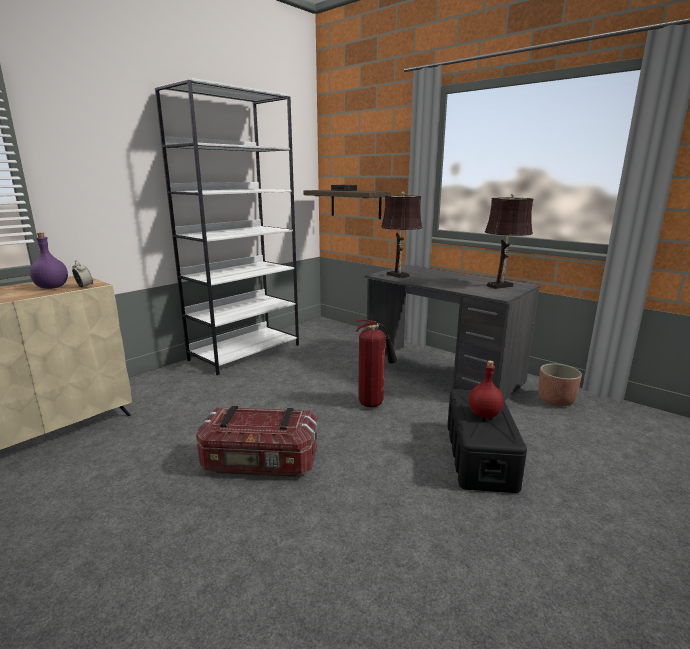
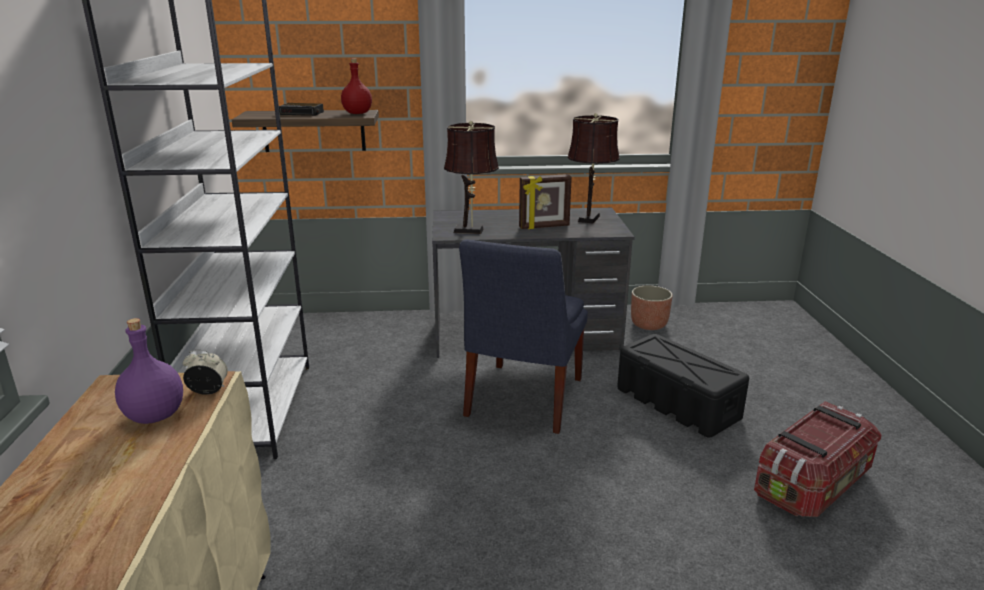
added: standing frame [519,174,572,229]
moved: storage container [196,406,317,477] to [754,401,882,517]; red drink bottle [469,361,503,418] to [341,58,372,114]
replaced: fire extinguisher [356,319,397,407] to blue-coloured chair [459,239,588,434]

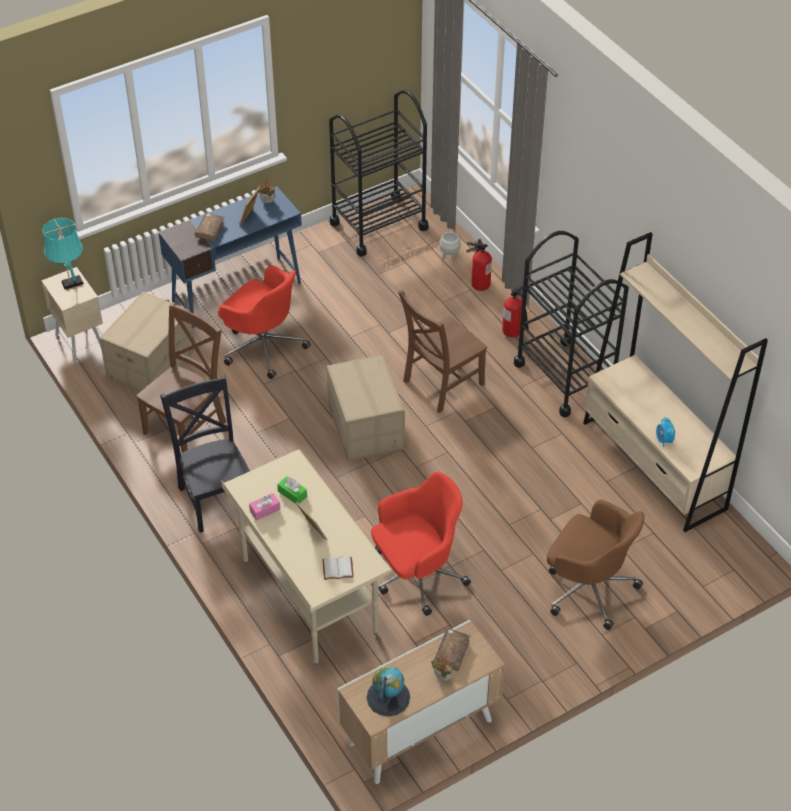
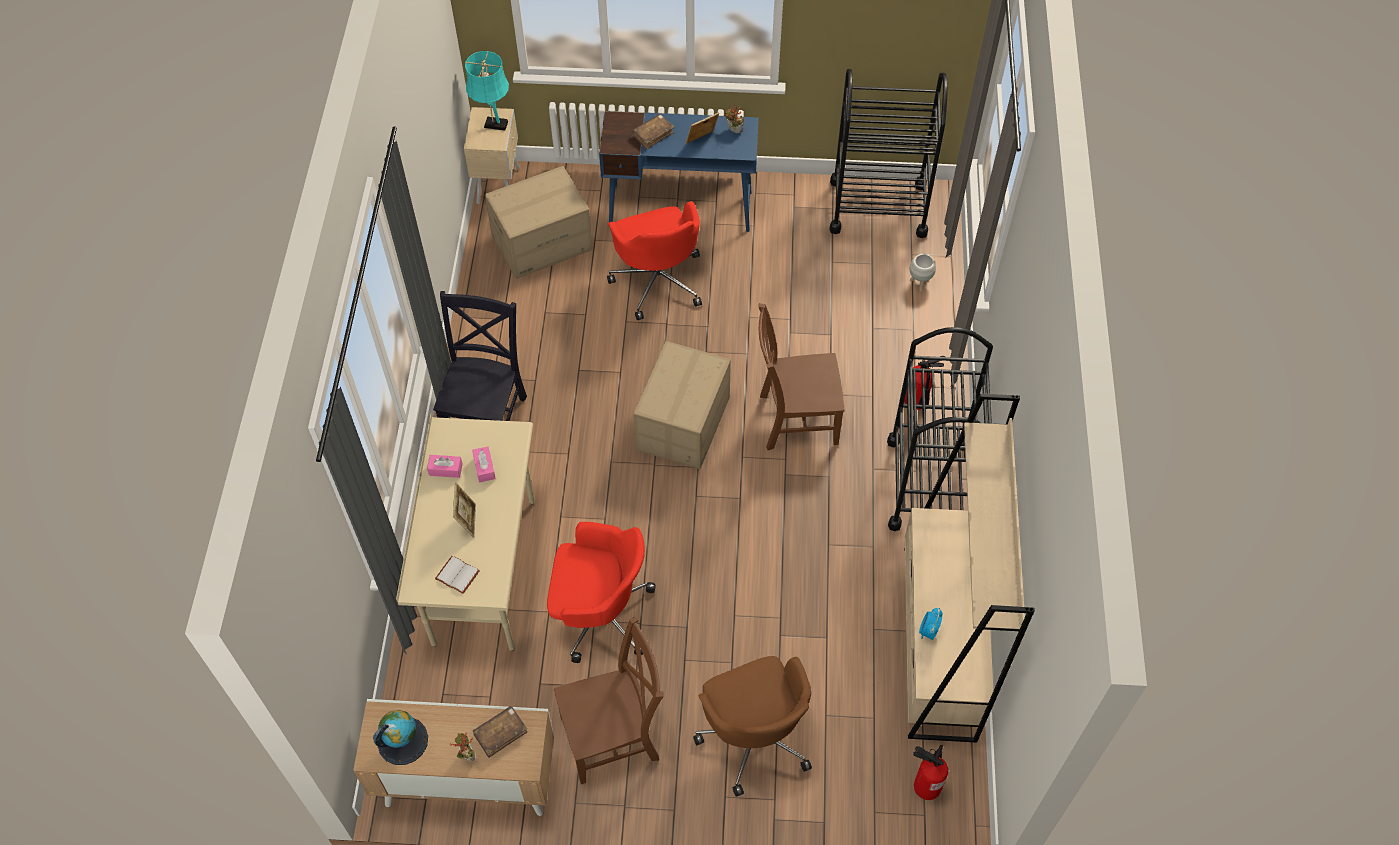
moved: brownish chair [136,302,226,453] to [554,616,664,784]; fire extinguisher [466,239,492,291] to [913,745,948,800]
recoloured: green-coloured box of tissues [277,476,307,504] to pink box of tissues [472,446,496,483]

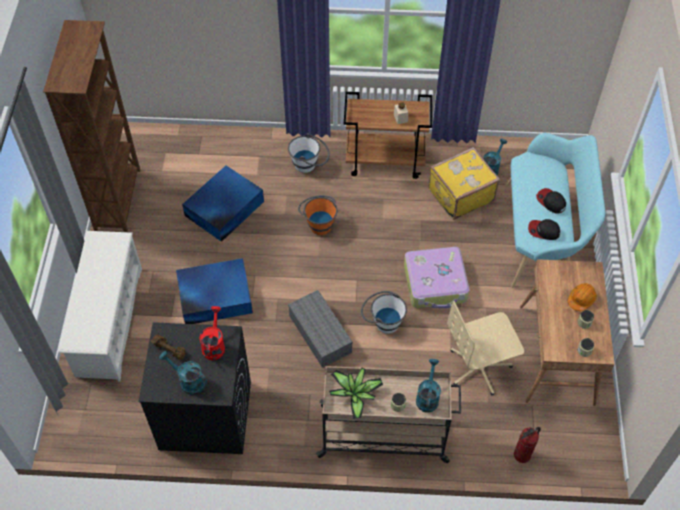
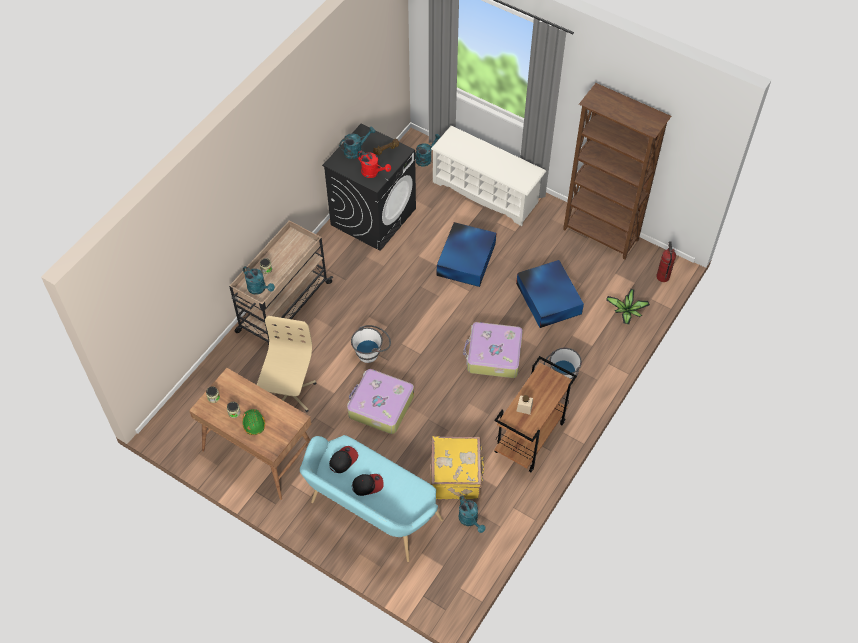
removed: greyish storage container [288,290,353,368]
added: turquoise watering can [415,134,441,166]
moved: potted plant [329,368,383,419] to [606,289,650,325]; fire extinguisher [514,427,541,463] to [656,241,676,282]
replaced: orange-coloured bucket [298,195,337,235] to piece of luggage [463,322,523,378]
recoloured: orange-coloured work helmet [568,283,597,311] to green-coloured work helmet [242,409,265,435]

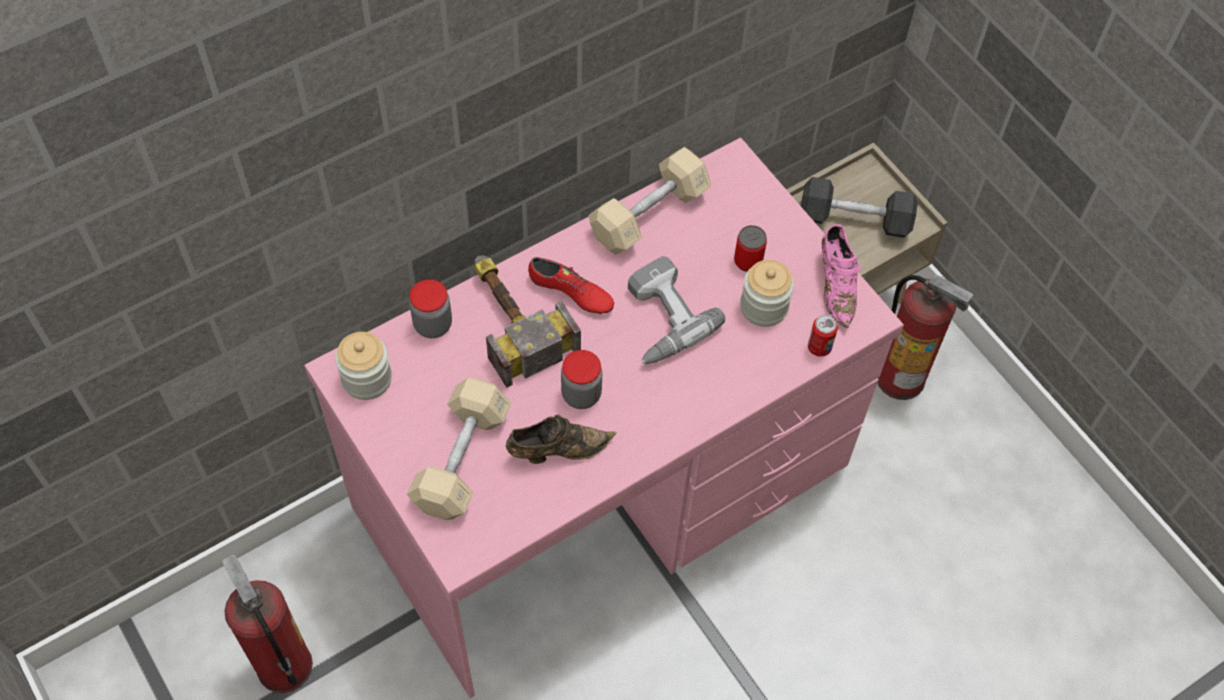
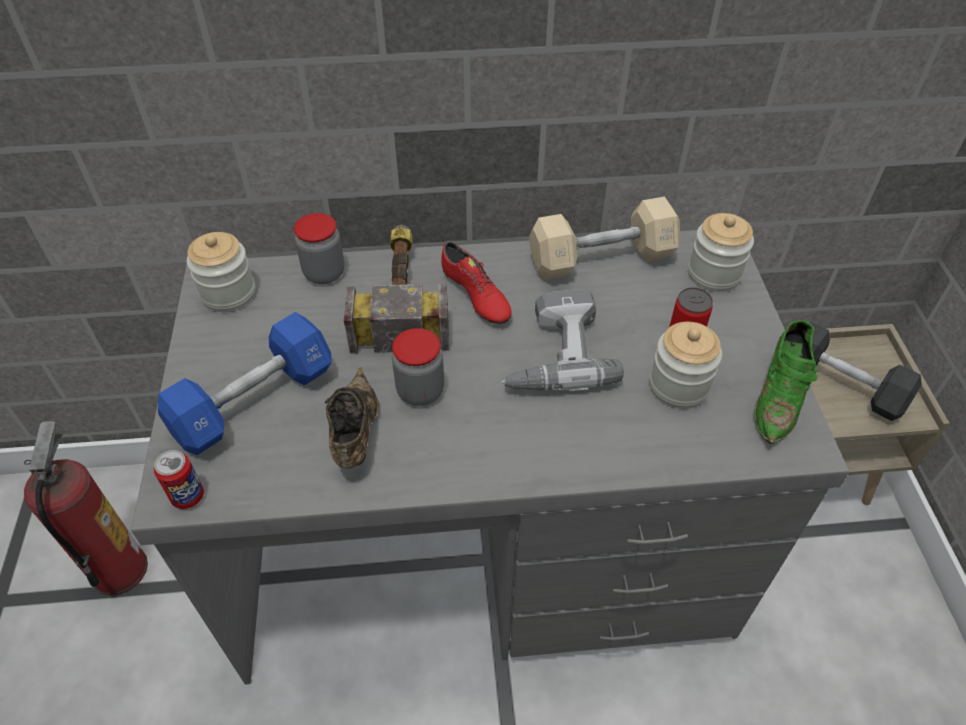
removed: fire extinguisher [878,274,974,400]
added: preserve jar [688,213,754,292]
moved: metal can [808,315,838,357] to [154,450,204,509]
recoloured: pink desk unit [304,137,904,698] to greyish desk unit [131,230,849,685]; beige dumbbell [407,378,512,520] to blue-coloured dumbbell [158,312,332,455]; pink low shoe [822,224,861,328] to green-coloured low shoe [754,320,817,444]
turned: brownish low shoe [506,415,616,464] = [325,367,379,469] 105 degrees counterclockwise

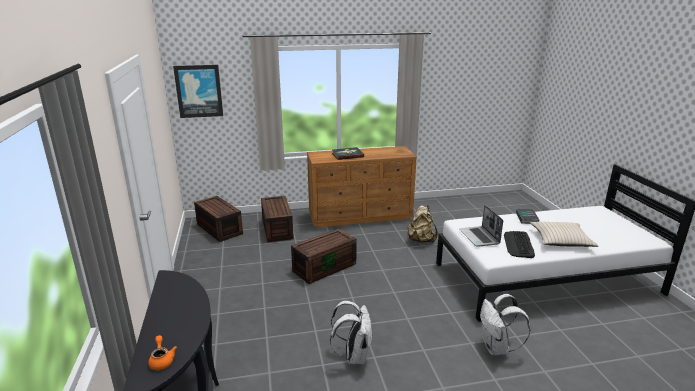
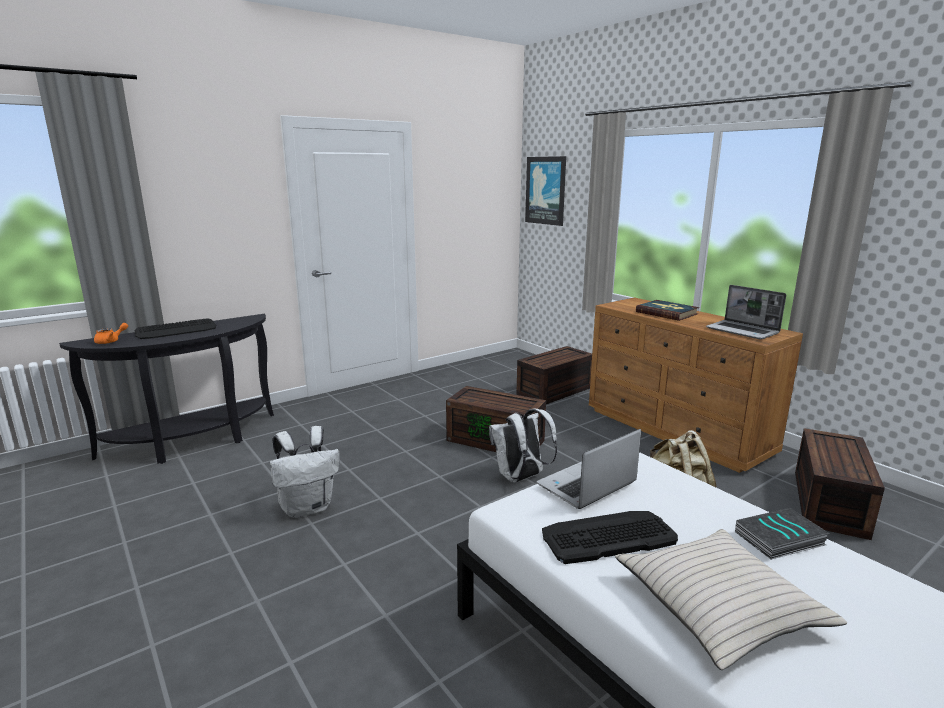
added: keyboard [135,318,216,339]; portable computer [706,285,786,340]
moved: brownish storage container [194,196,243,242] to [795,428,885,540]; whitish backpack [480,294,530,355] to [489,408,557,483]

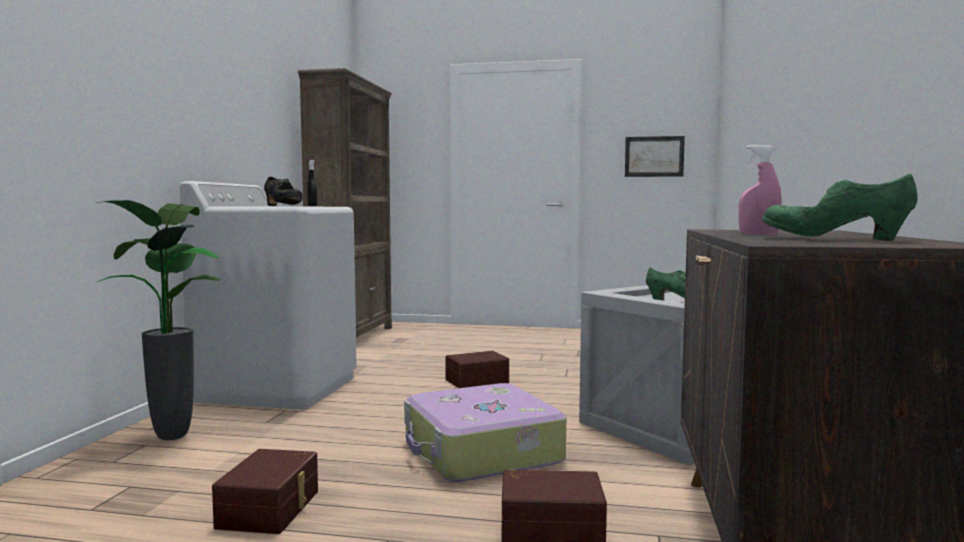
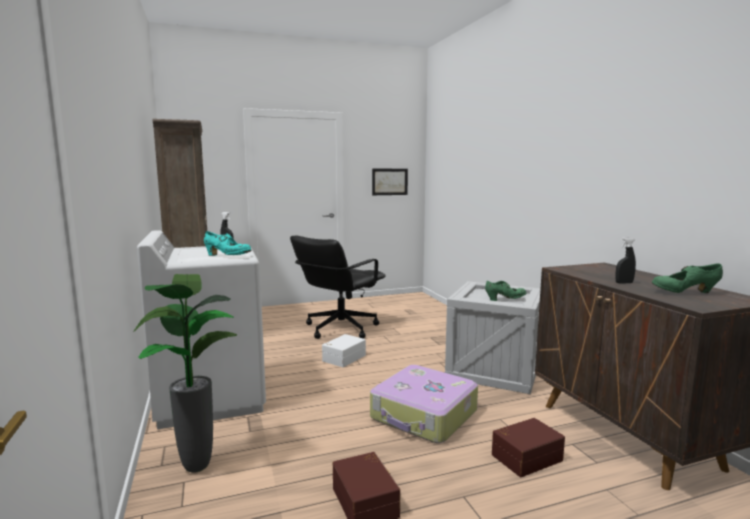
added: blackish computer chair [290,236,386,339]
recoloured: blackish low shoe [264,177,303,206] to turquoise low shoe [204,231,251,256]; brownish storage container [446,351,509,388] to whitish storage container [322,334,366,367]; pink sprayer [739,145,782,235] to blackish sprayer [615,237,636,284]

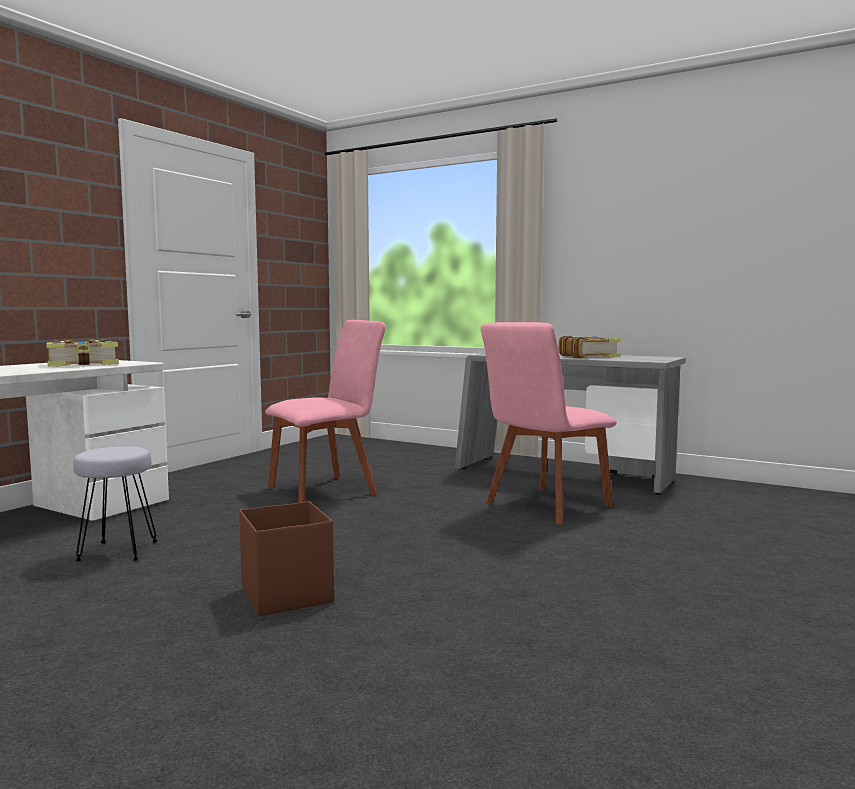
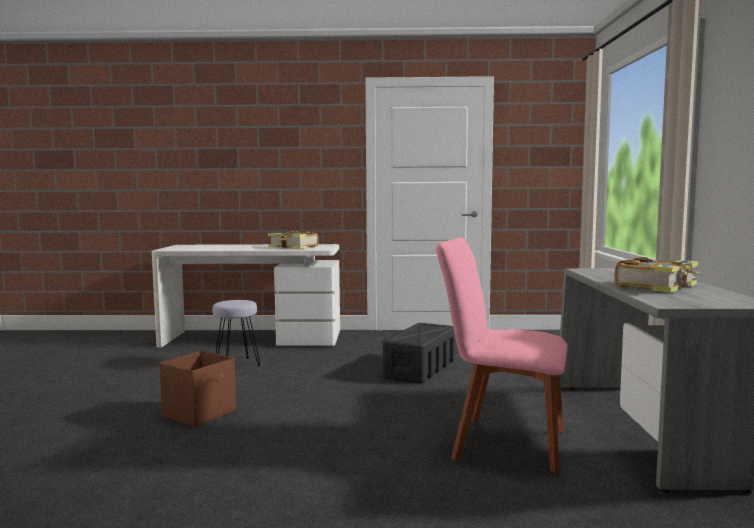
replaced: pink chair [265,320,386,503] to blackish storage container [383,323,455,383]

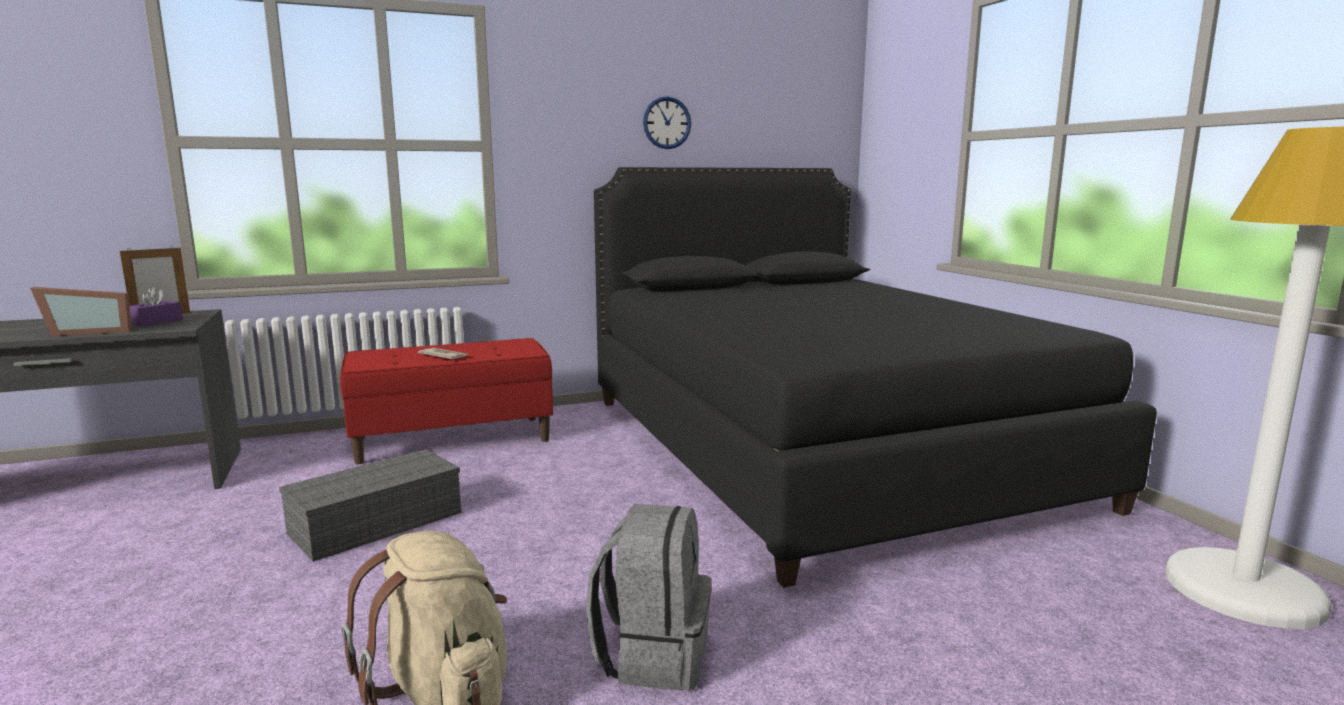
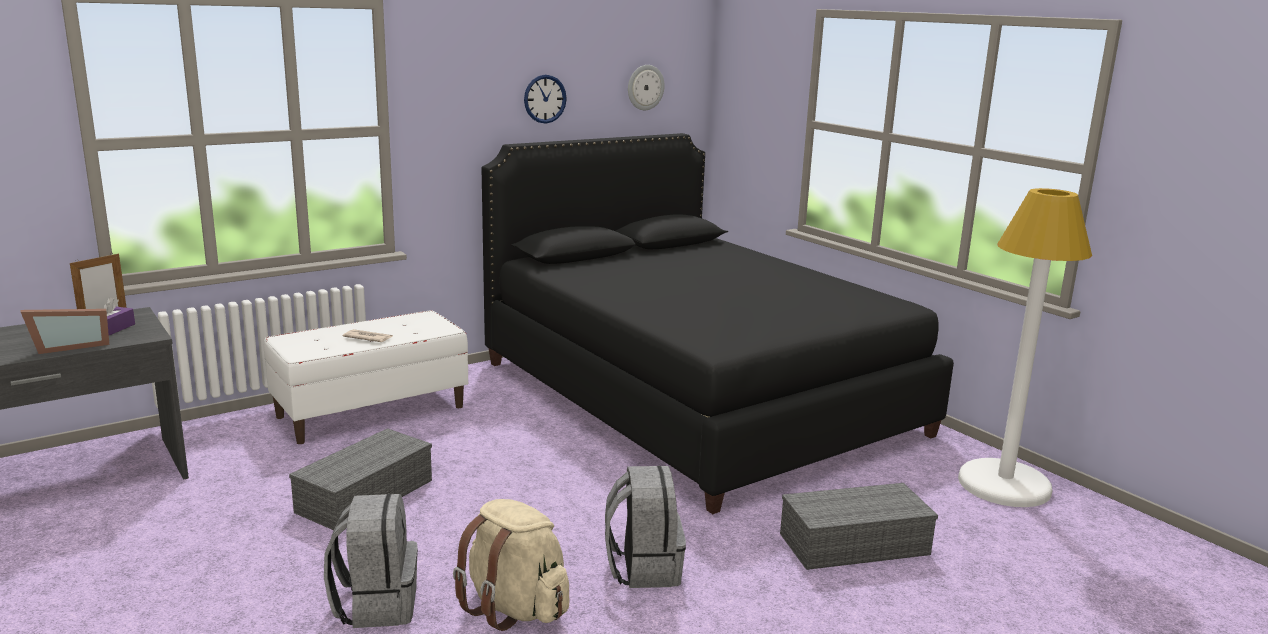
added: greyish backpack [324,494,418,628]; wall clock [628,65,665,110]; greyish storage container [780,483,938,570]
recoloured: red long seat [340,338,553,465] to whitish long seat [264,310,468,444]

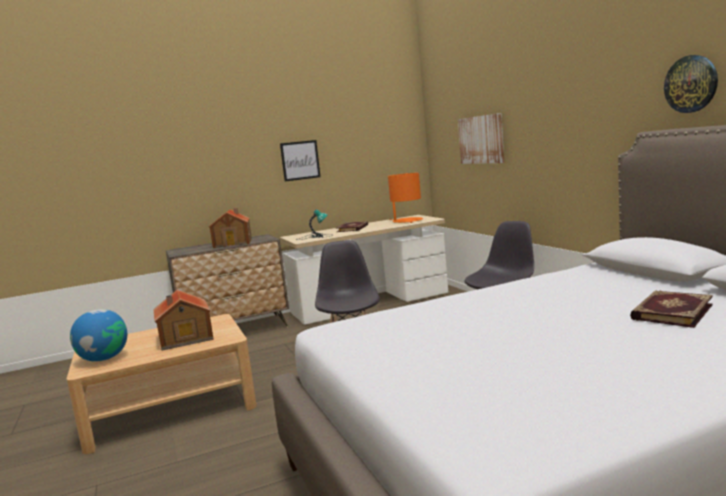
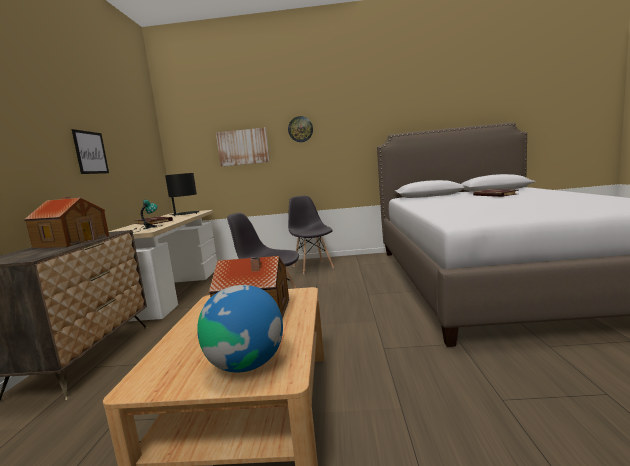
moved: wall clock [664,55,718,113] to [288,116,313,142]
recoloured: orange-coloured lamp for a table [388,173,423,223] to blackish lamp for a table [165,173,200,216]

